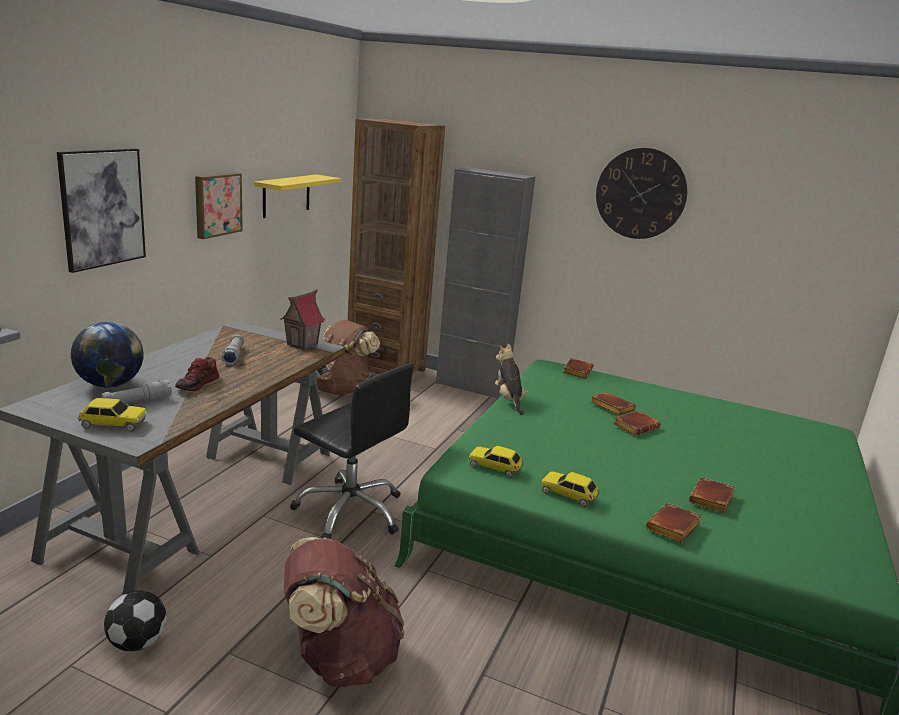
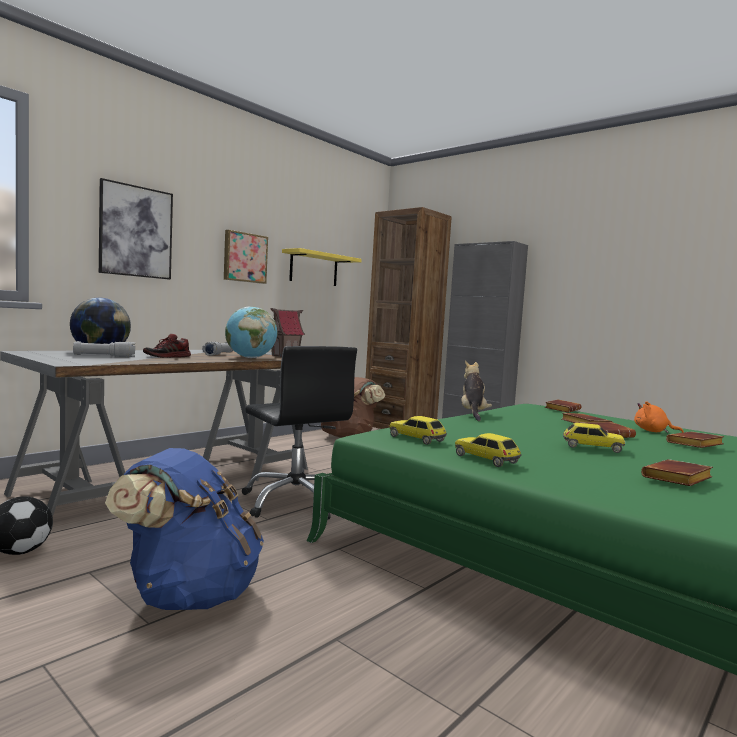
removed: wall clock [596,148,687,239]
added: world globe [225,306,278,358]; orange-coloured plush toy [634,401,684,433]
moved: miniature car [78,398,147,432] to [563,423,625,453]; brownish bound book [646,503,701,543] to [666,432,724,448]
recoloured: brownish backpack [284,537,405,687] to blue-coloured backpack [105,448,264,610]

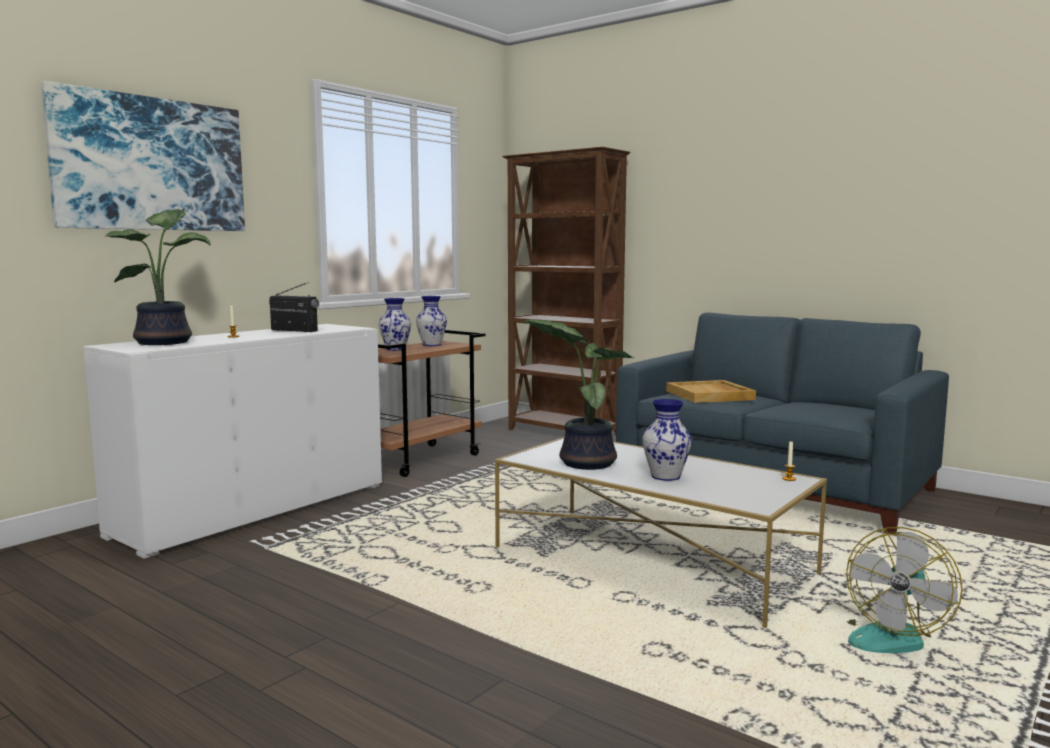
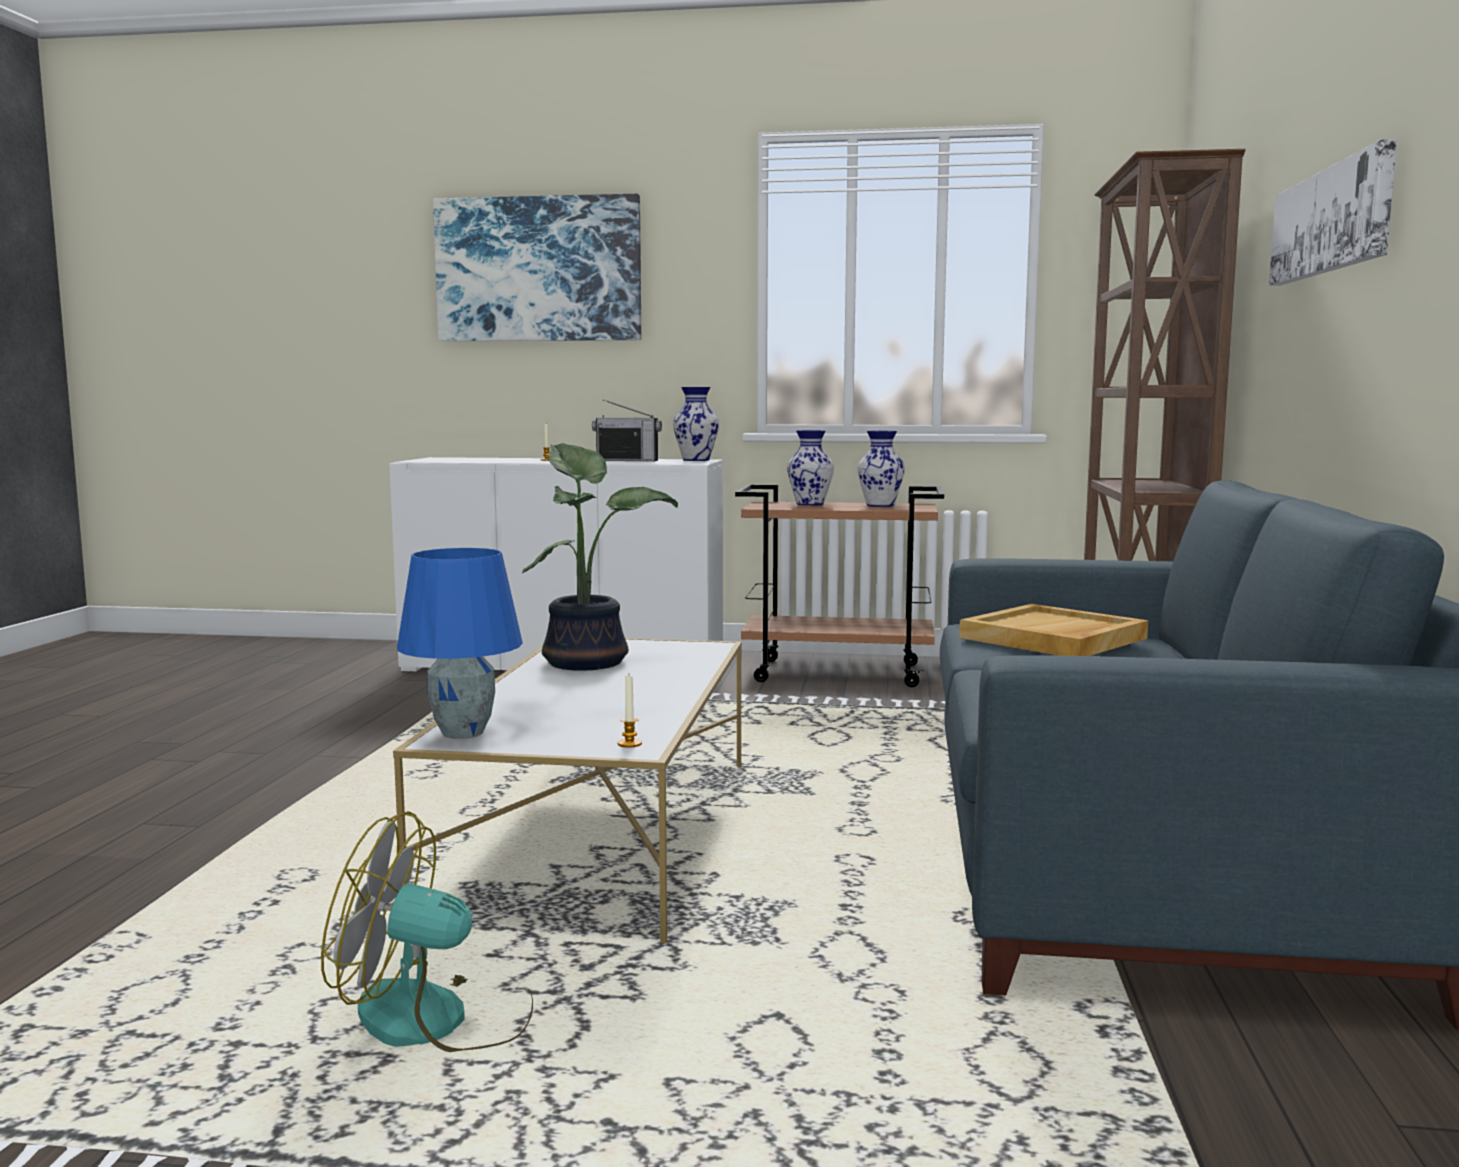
removed: potted plant [105,208,211,345]
added: blue-coloured lamp for a table [397,548,523,739]; wall picture [1269,139,1397,286]
moved: vase [642,399,692,481] to [673,387,719,461]
turned: radio receiver [269,282,319,332] = [592,399,662,461] 105 degrees clockwise

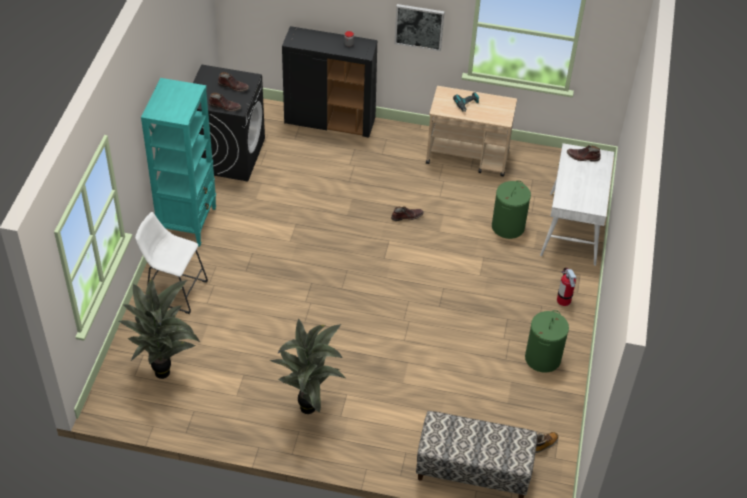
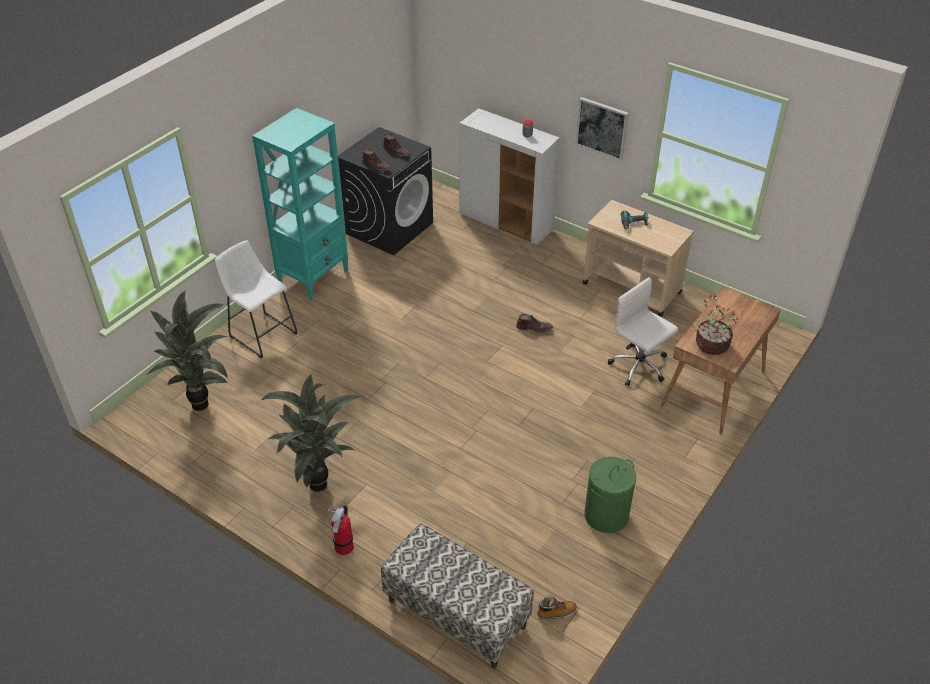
removed: brownish tall boot [567,145,601,162]
added: potted plant [691,295,739,355]
moved: fire extinguisher [557,268,577,306] to [327,506,354,555]
replaced: green-coloured washing basket [492,180,531,239] to whitish computer chair [608,277,678,386]
recoloured: blackish cabinet [282,26,377,137] to whitish cabinet [459,108,560,245]; whitish desk unit [540,143,614,266] to brownish desk unit [661,286,781,435]

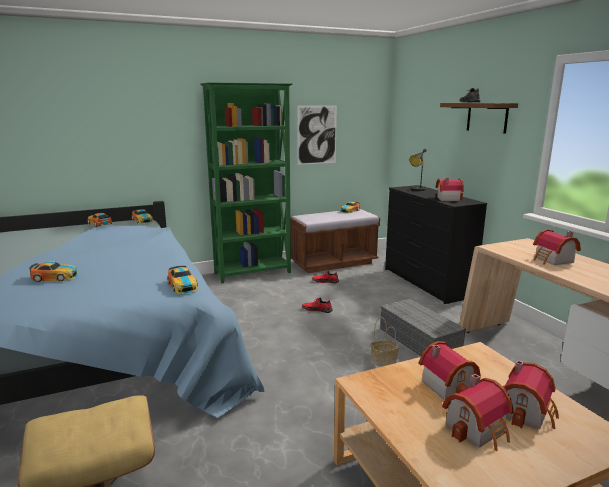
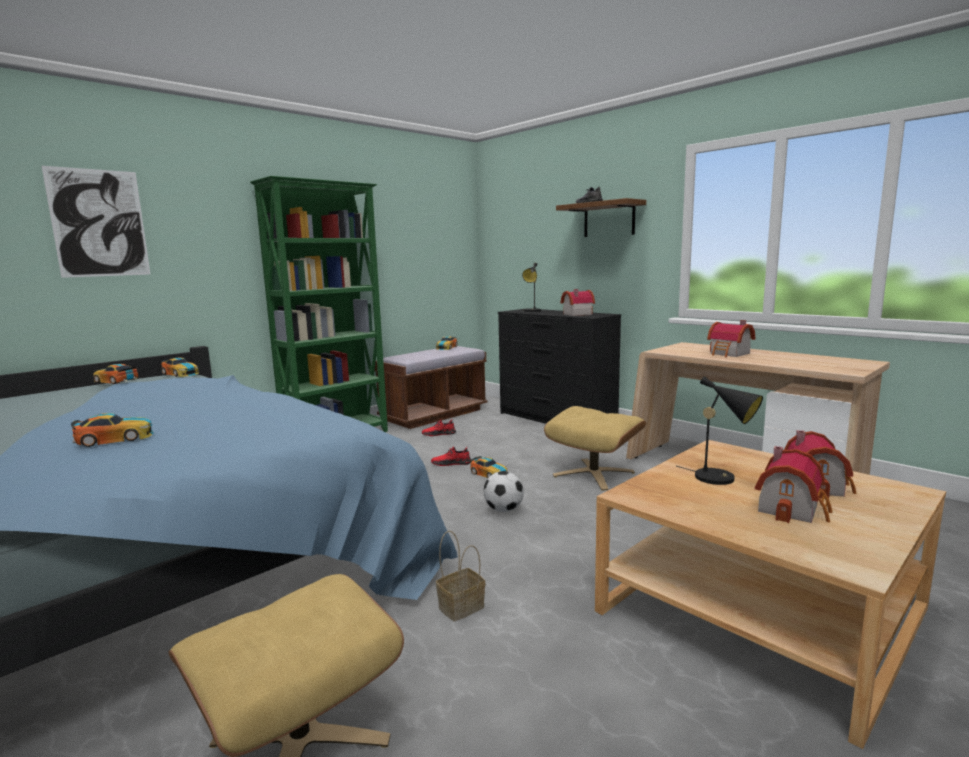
added: football [484,471,524,512]
moved: miniature car [167,266,198,294] to [470,456,508,478]; wall picture [297,105,337,165] to [42,166,150,278]; basket [370,317,398,366] to [436,531,485,621]
replaced: greyish storage container [380,299,466,356] to beige ottoman [544,406,646,490]; toy house [419,341,481,400] to blackish lamp for a table [677,376,763,485]

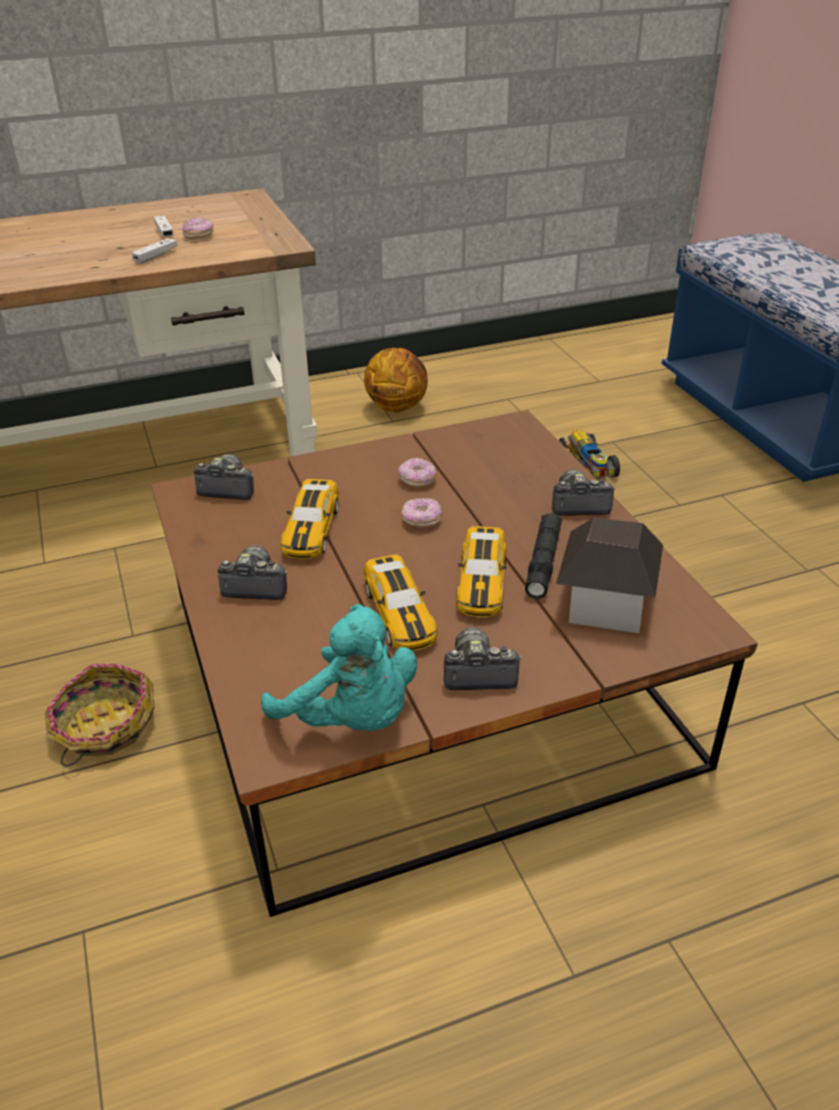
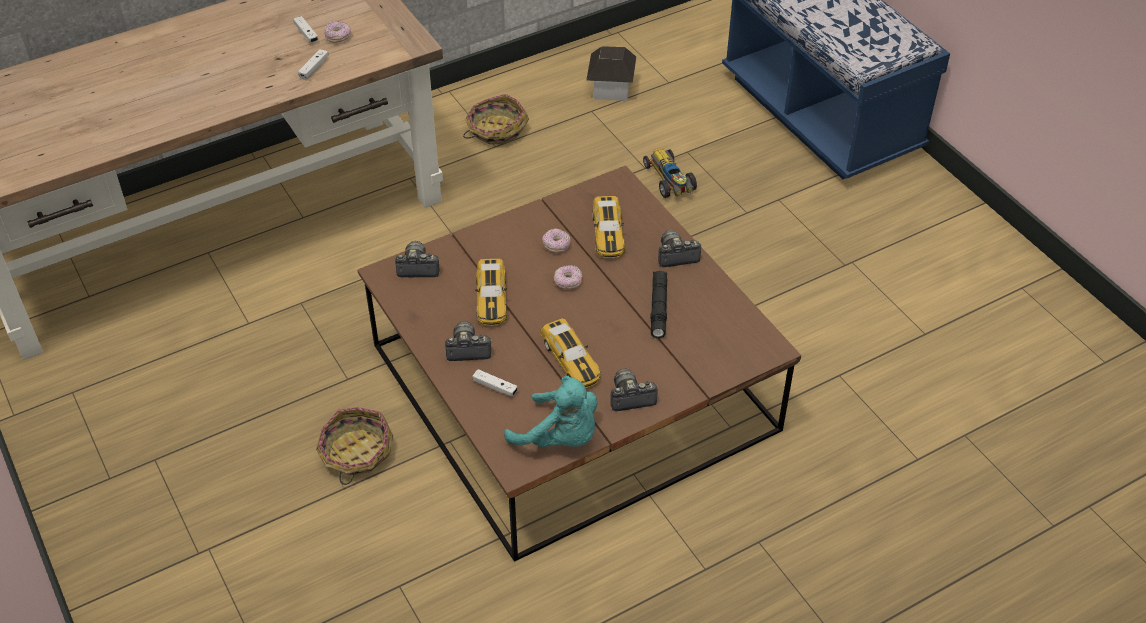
added: whitish gamepad [473,369,518,396]
moved: miniature car [456,526,506,617] to [592,196,625,258]; toy house [556,518,664,633] to [586,46,637,101]
replaced: ball for basketball [364,348,428,413] to basket [463,94,529,144]

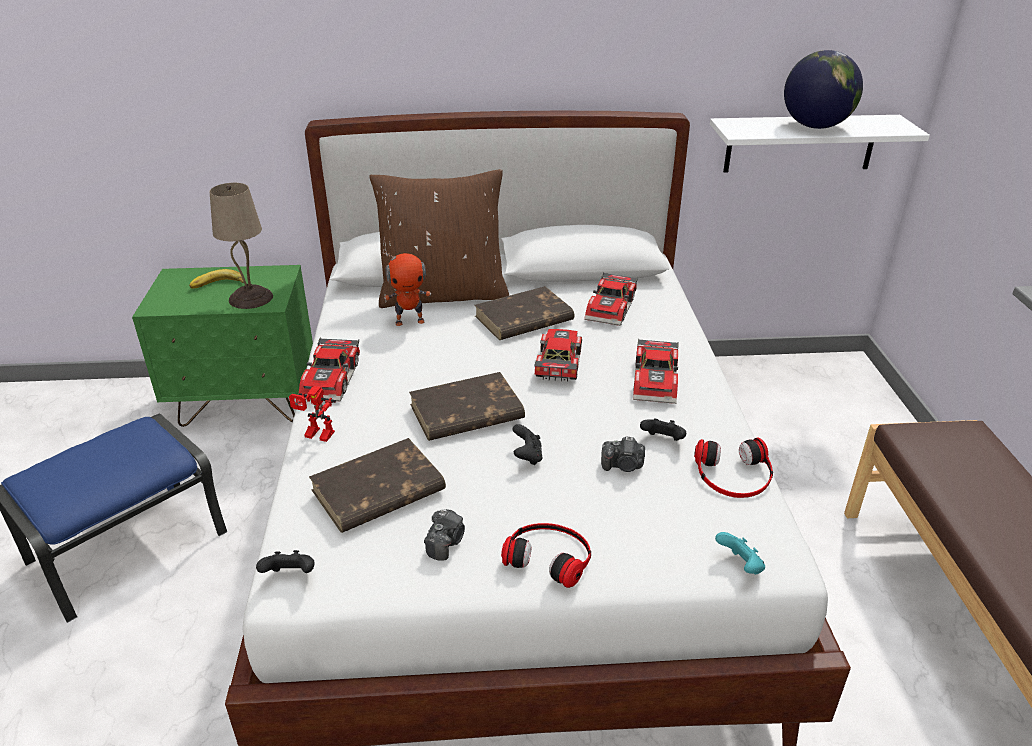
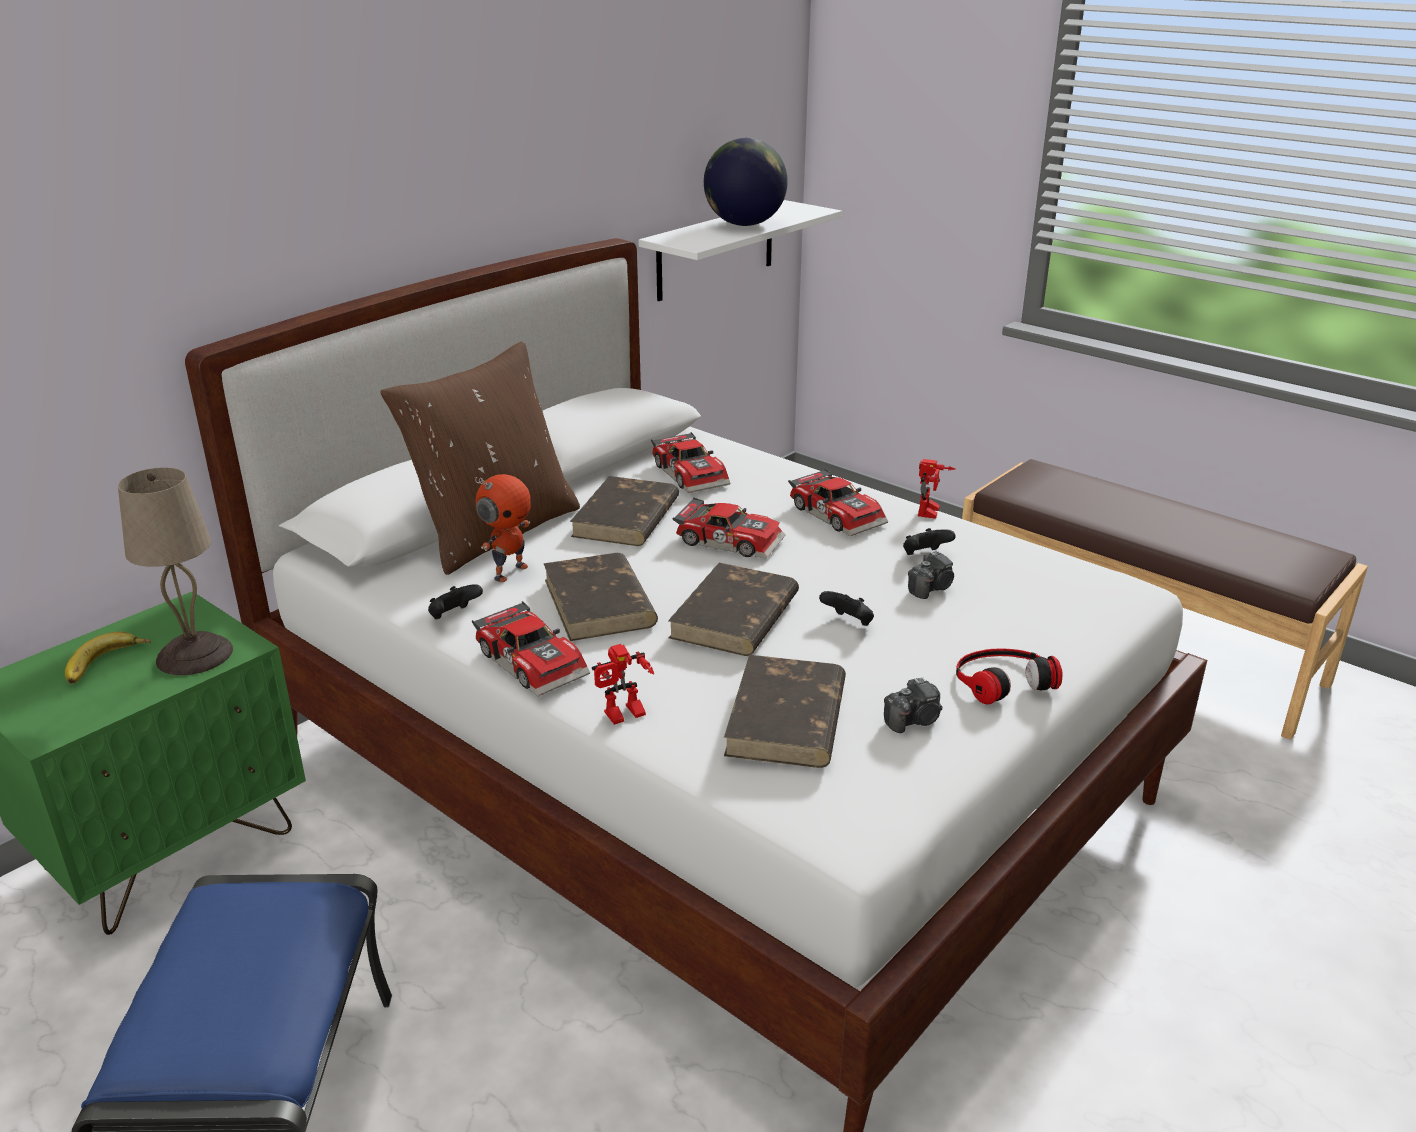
removed: pair of headphones [694,438,773,498]; turquoise gamepad [715,532,765,574]
added: brownish bound book [544,553,658,641]; robot figure [918,459,955,519]
moved: blackish gamepad [256,550,315,573] to [428,584,483,619]
turned: still camera [424,509,465,561] = [884,677,942,733] 90 degrees clockwise; miniature car [534,329,582,382] = [673,497,785,559] 150 degrees clockwise

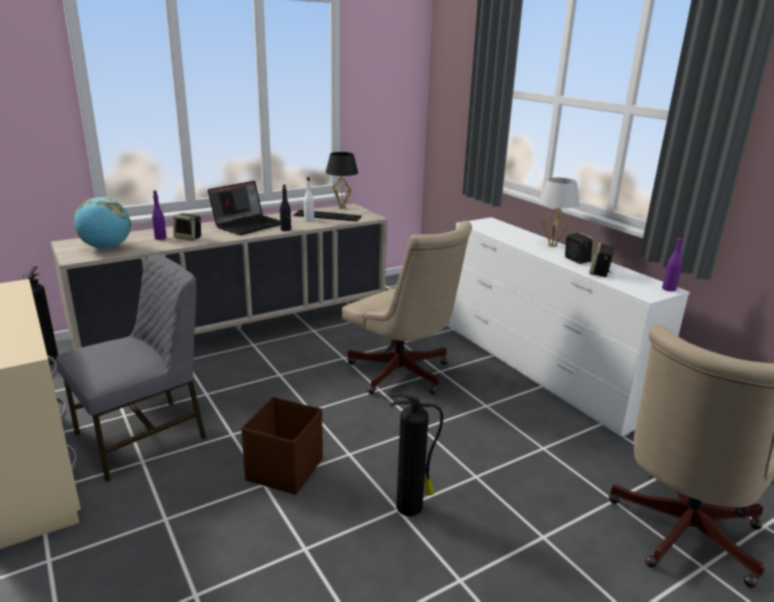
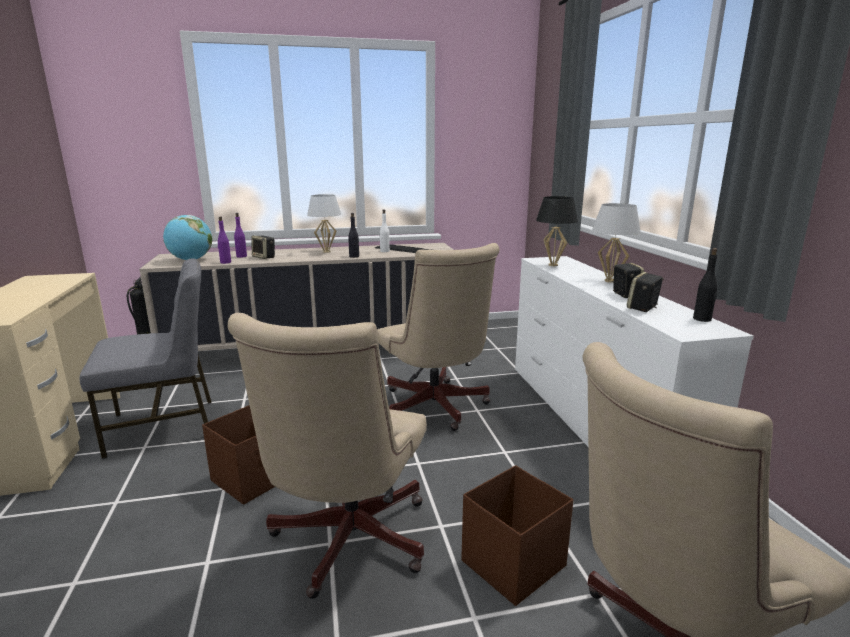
added: brownish storage container [461,465,573,606]; blackish drink bottle [693,248,718,322]
moved: blackish lamp for a table [326,152,358,209] to [536,196,578,266]; purple drink bottle [662,233,684,292] to [218,217,231,264]
replaced: portable computer [208,181,280,235] to whitish lamp for a table [307,194,341,253]; fire extinguisher [390,393,443,516] to beige computer chair [228,313,427,599]

